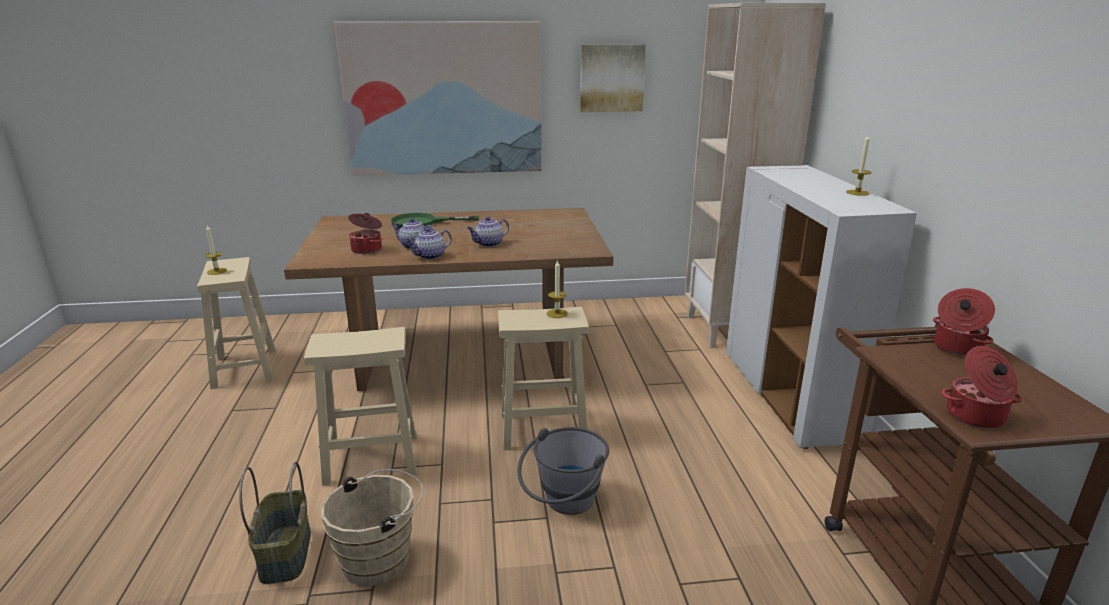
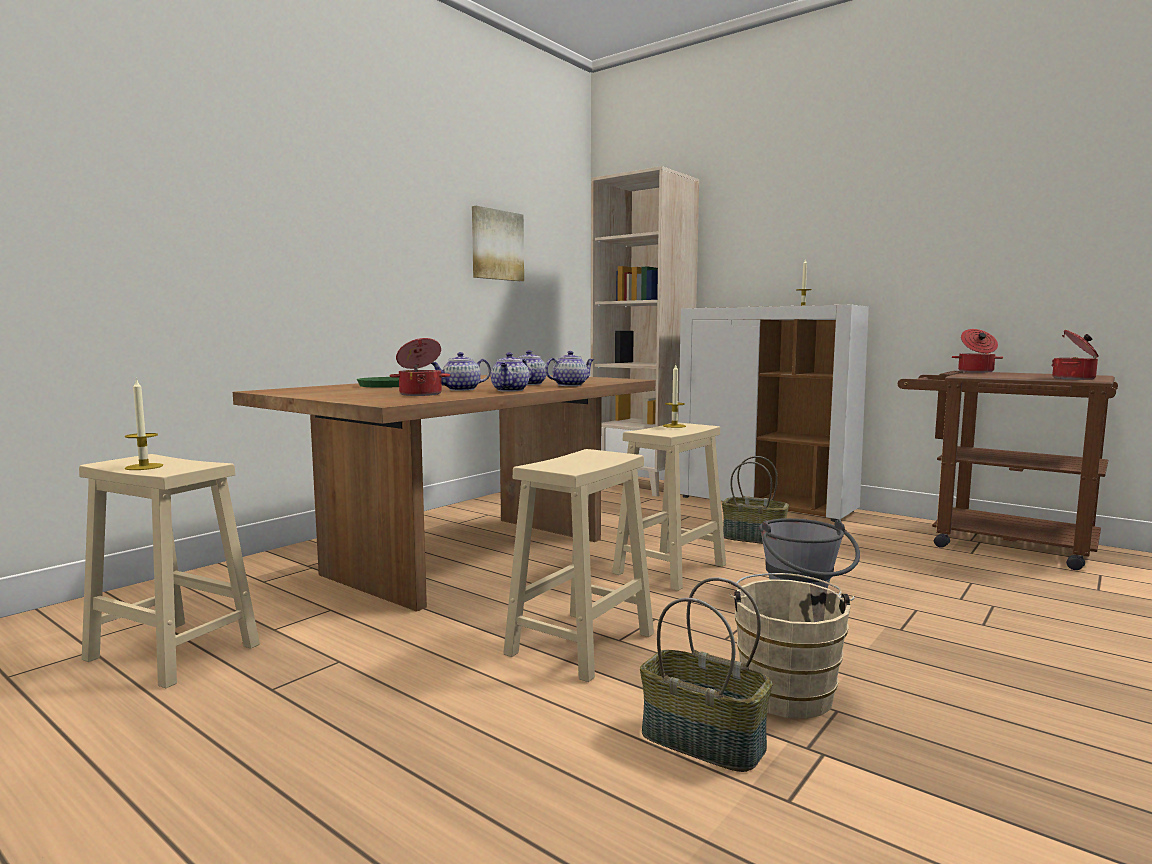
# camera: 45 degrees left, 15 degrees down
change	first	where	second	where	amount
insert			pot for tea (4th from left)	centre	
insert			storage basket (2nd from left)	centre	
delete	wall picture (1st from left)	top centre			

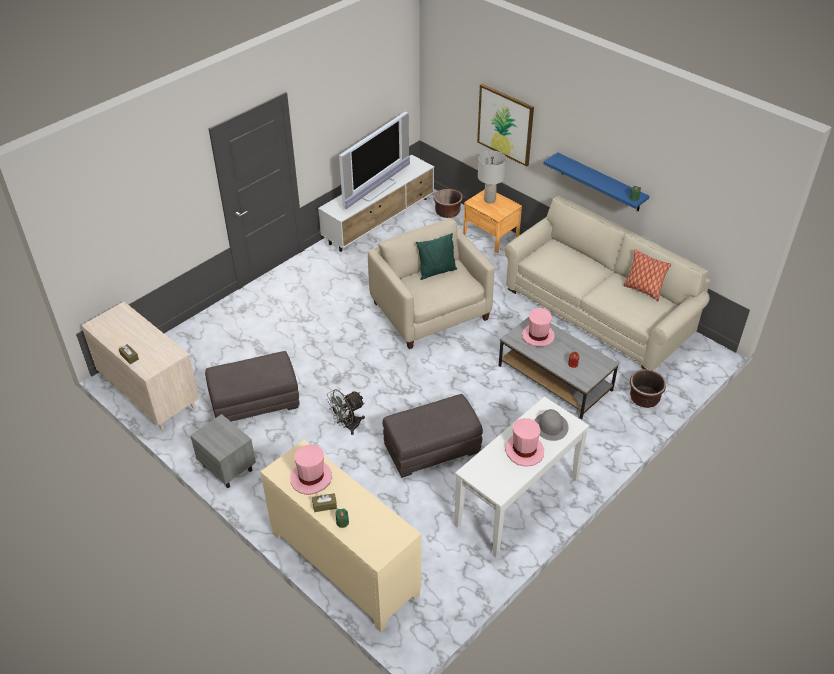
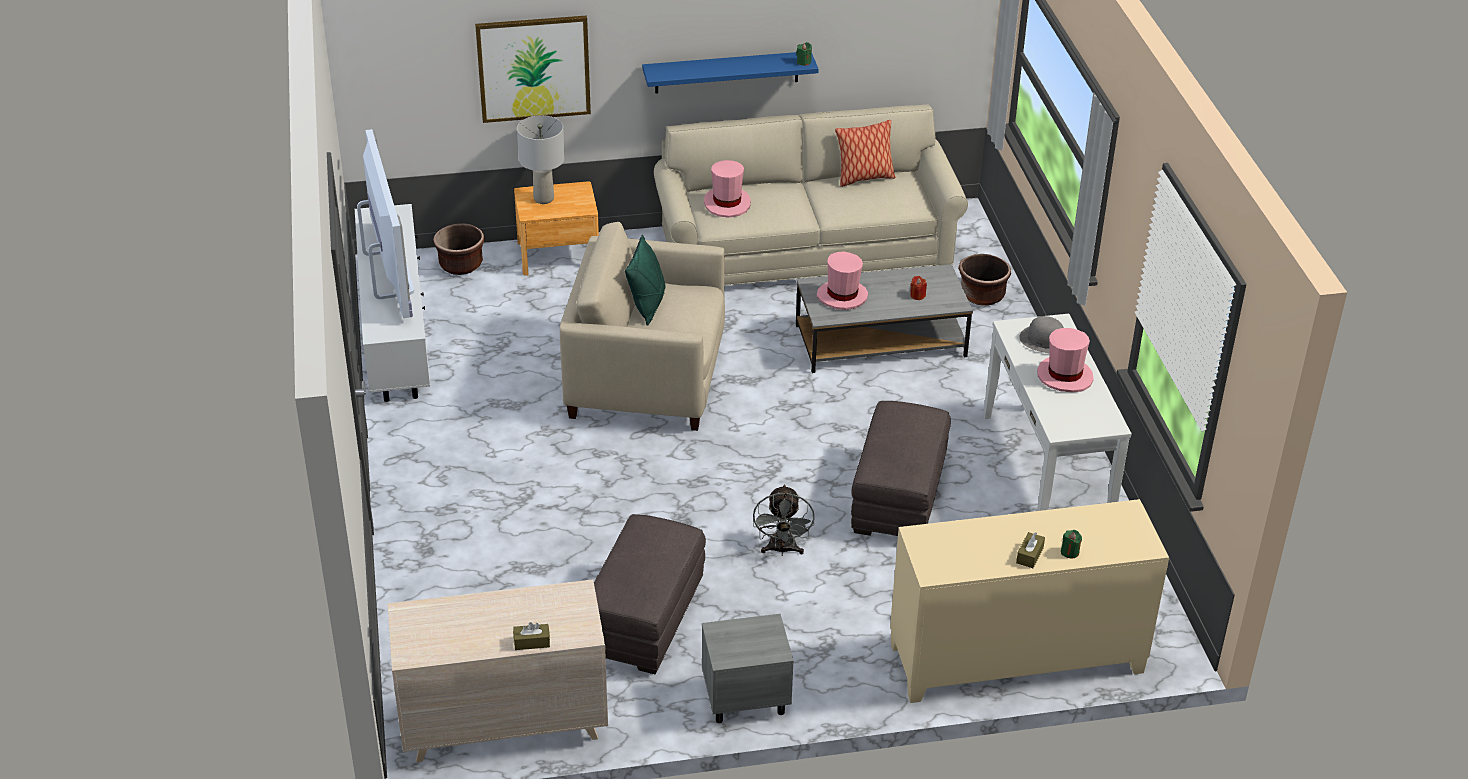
# camera: 55 degrees left, 5 degrees down
change	first	where	second	where	amount
move	pink-coloured hat (1st from left)	bottom centre		top centre	

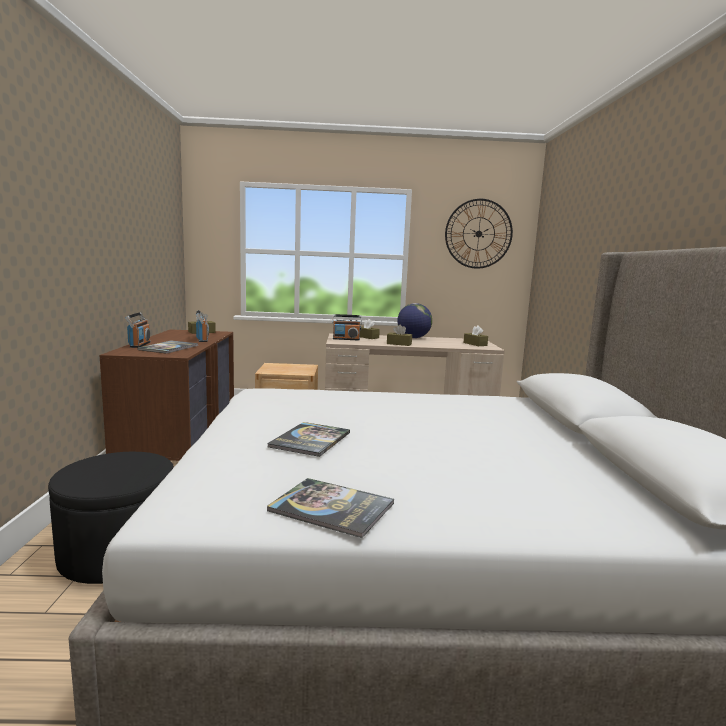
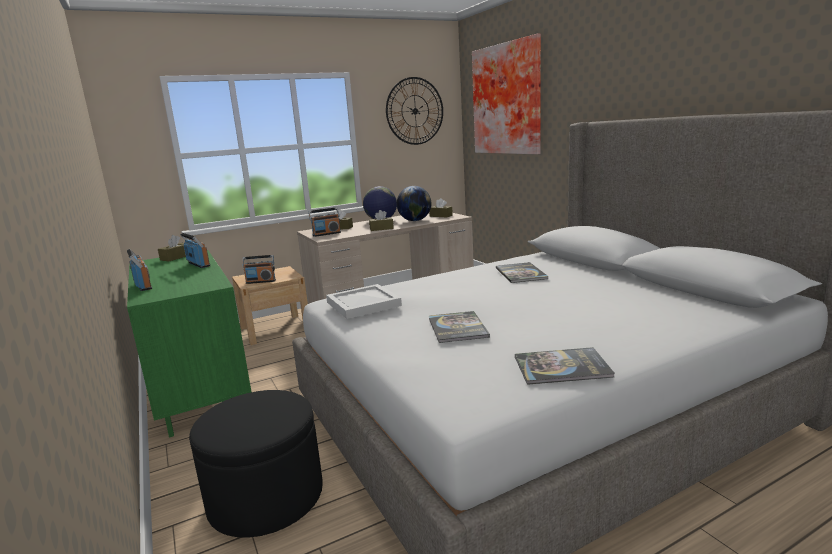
# camera: 25 degrees left, 5 degrees up
change	first	where	second	where	amount
recolor	brownish drawer chest	middle left	green-coloured drawer chest	middle left	
insert			radio receiver (3rd from left)	middle left	
insert			white tray	centre	
insert			globe (2nd from left)	centre	
insert			wall picture	top centre	
move	book (1st from left in the first image)	middle left	book (2nd from left)	centre	

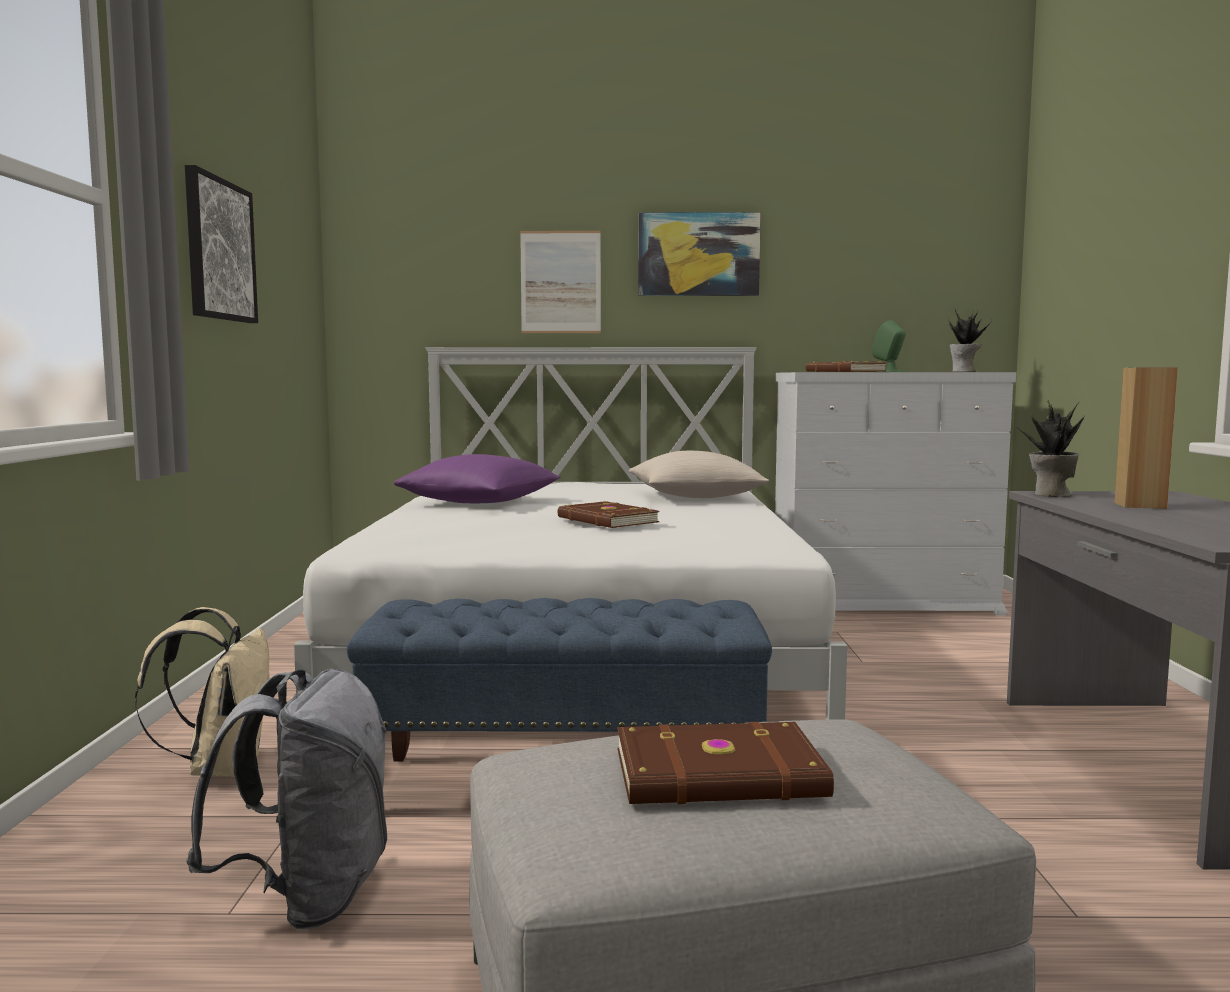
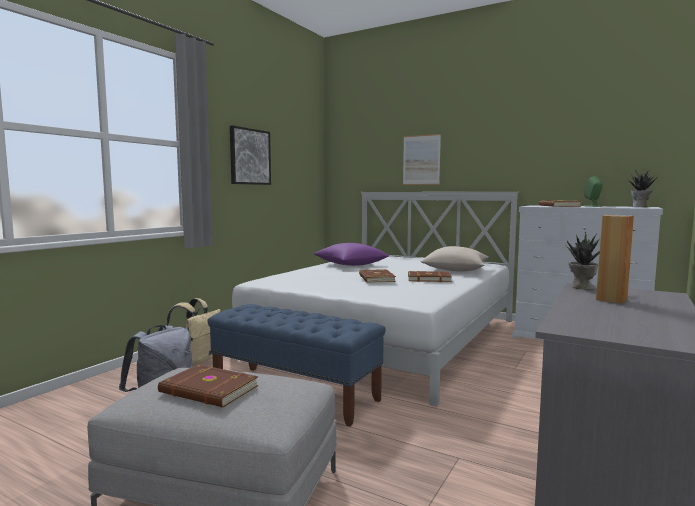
# camera: 30 degrees right, 0 degrees up
change	first	where	second	where	amount
insert			brownish book (3rd from left)	centre	
delete	wall picture (3rd from left)	top centre			

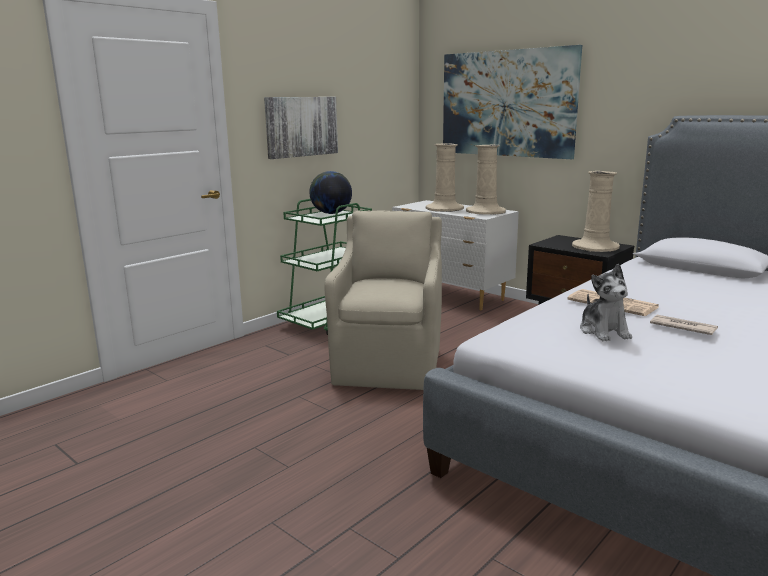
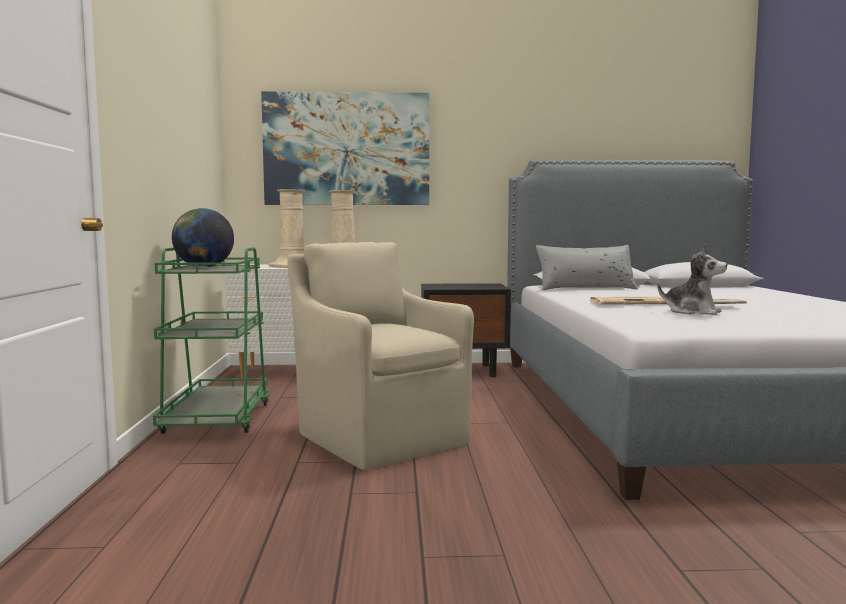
# camera: 45 degrees left, 10 degrees down
change	first	where	second	where	amount
insert			gray throw pillow	middle right	
delete	wall picture (1st from left)	top centre			
delete	beige vase (3rd from left)	middle right			

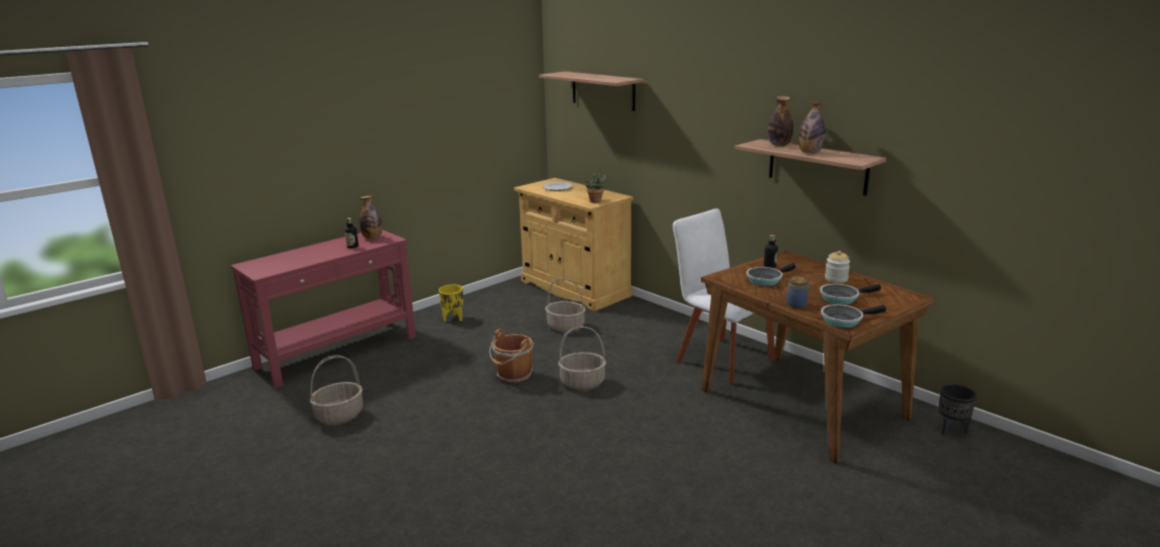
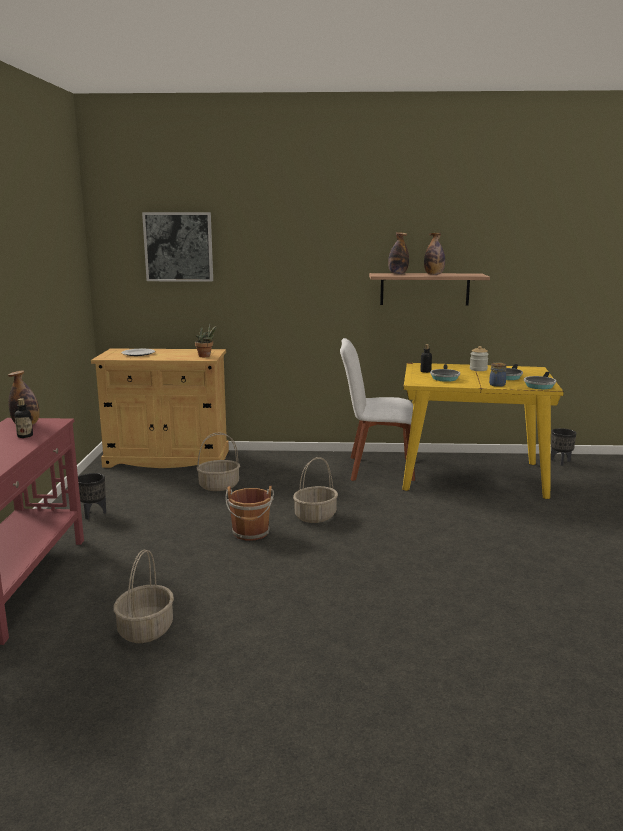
# camera: 45 degrees left, 5 degrees down
change	first	where	second	where	amount
recolor	yellow planter	centre	black-coloured planter (1st from left)	middle left	
replace	wall shelf (1st from left)	top centre	wall picture	top left	
recolor	brownish dining table	middle right	yellow dining table	middle right	

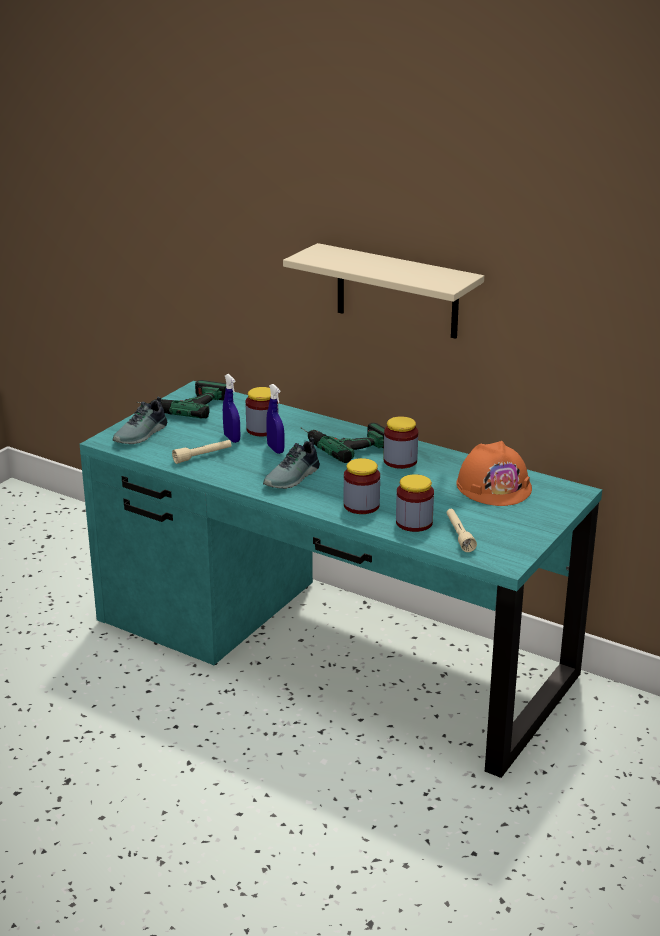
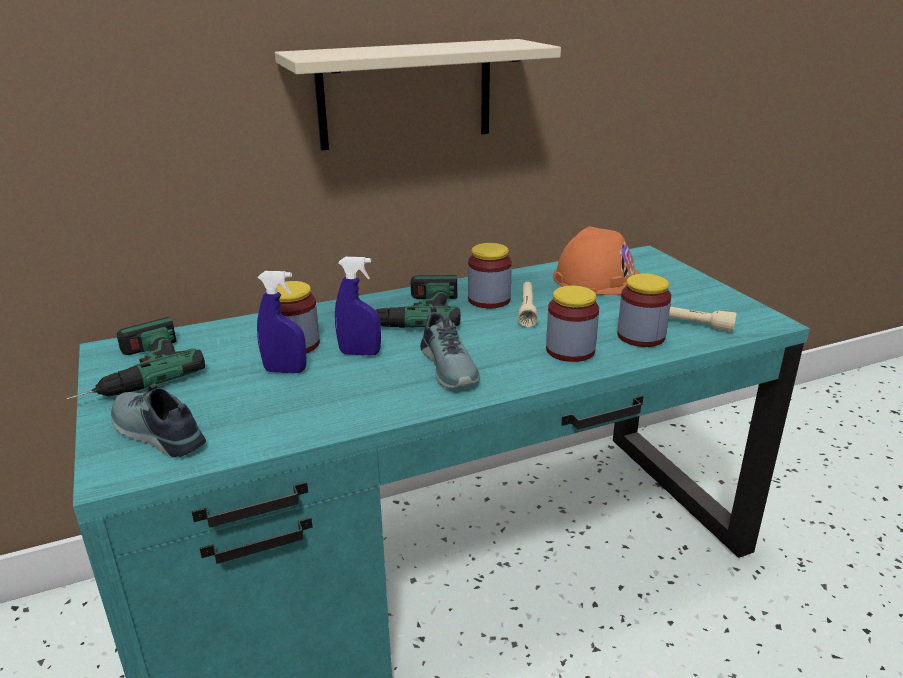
# camera: 55 degrees left, 0 degrees up
change	first	where	second	where	amount
rotate	shoe (1st from left)	middle left		middle left	150 degrees clockwise
move	beige hand torch (1st from left)	middle left		centre	

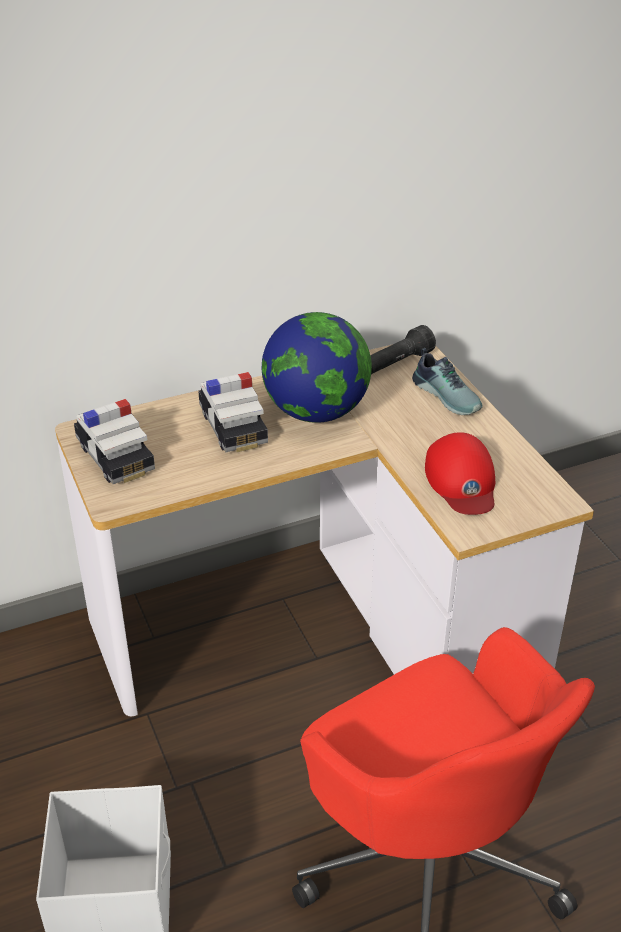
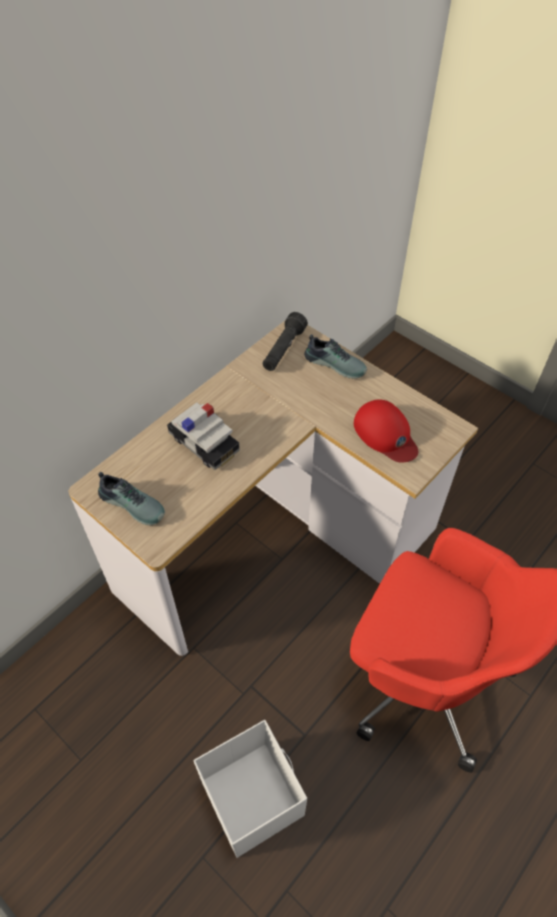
# camera: 25 degrees left, 15 degrees up
change	first	where	second	where	amount
replace	model car (1st from left)	middle left	shoe (1st from left)	middle left	
delete	globe	centre			

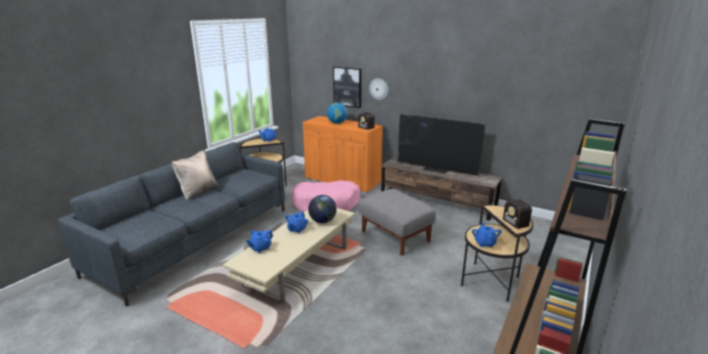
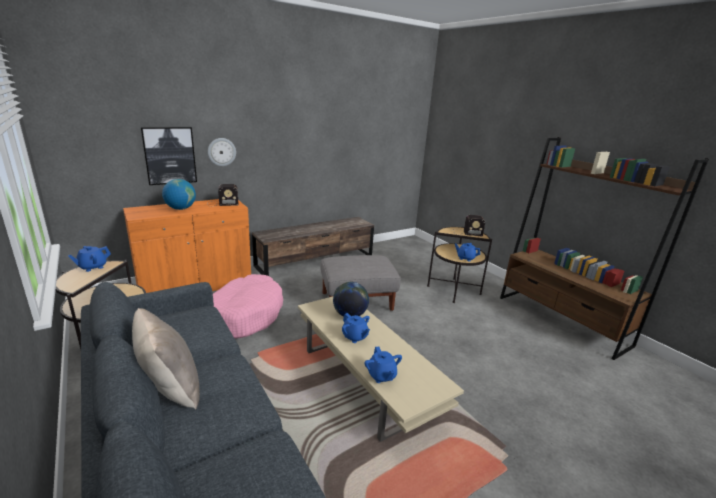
# camera: 65 degrees left, 0 degrees up
change	first	where	second	where	amount
delete	television	centre			

